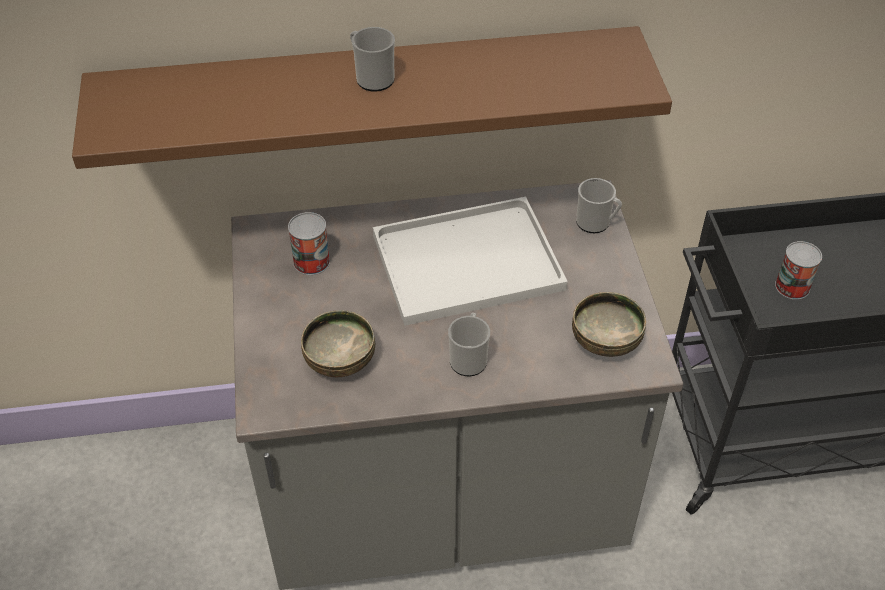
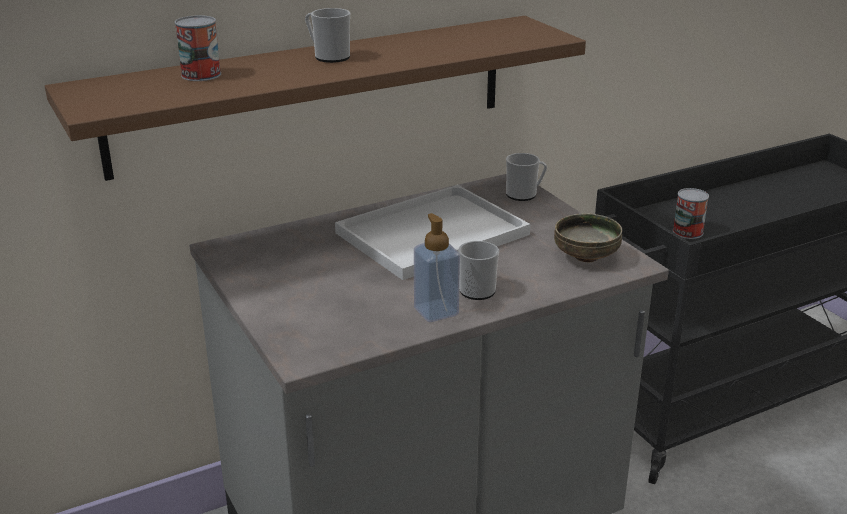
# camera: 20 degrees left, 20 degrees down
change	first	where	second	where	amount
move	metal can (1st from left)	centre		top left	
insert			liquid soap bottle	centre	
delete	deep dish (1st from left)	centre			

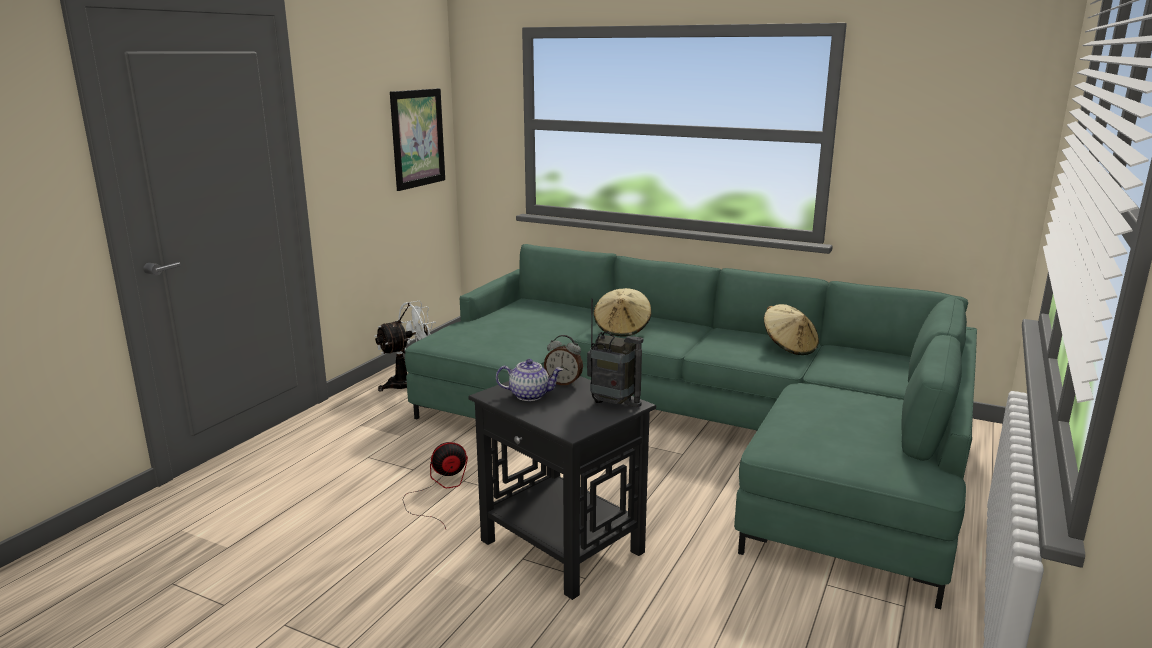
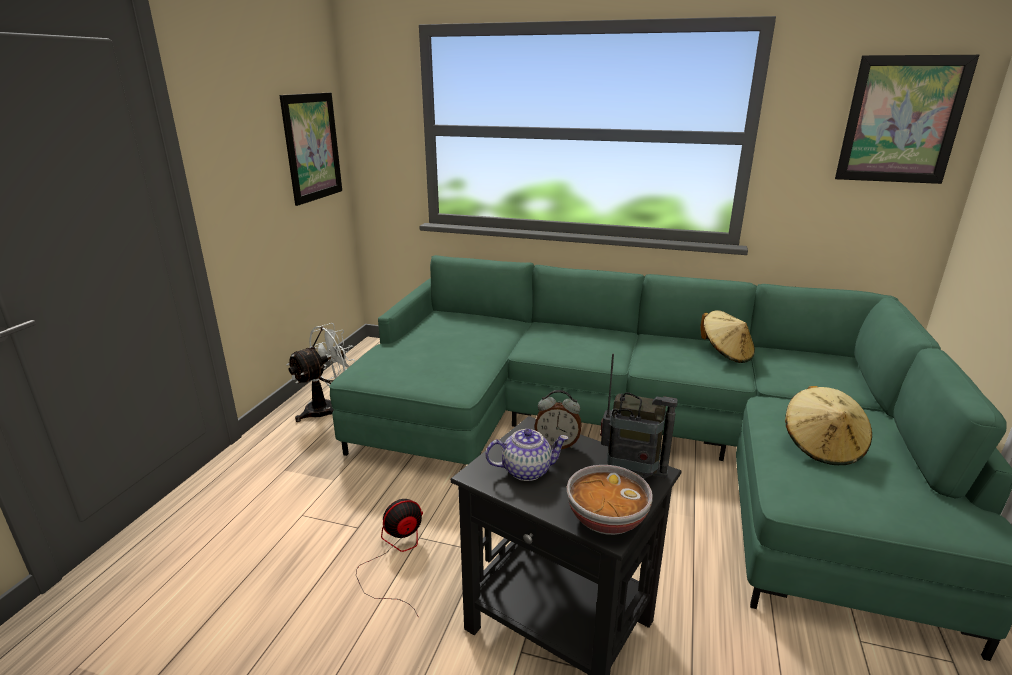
# camera: 10 degrees left, 5 degrees up
change	first	where	second	where	amount
insert			deep dish	bottom centre	
move	beige hat (1st from left in the first image)	centre	beige hat (2nd from left)	middle right	
insert			wall picture (2nd from left)	top right	

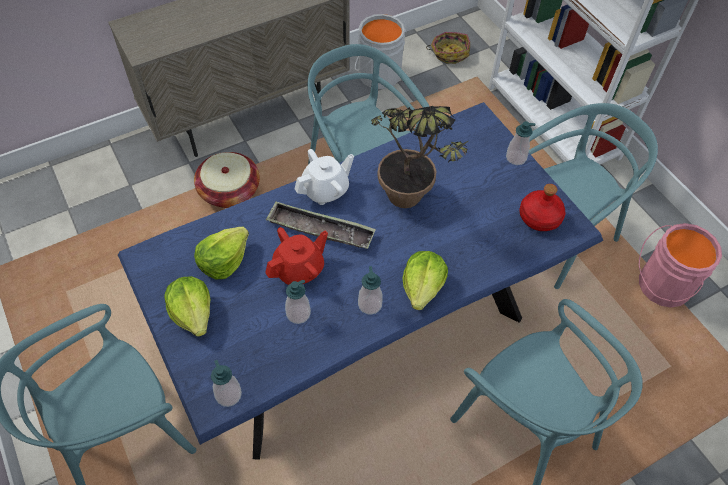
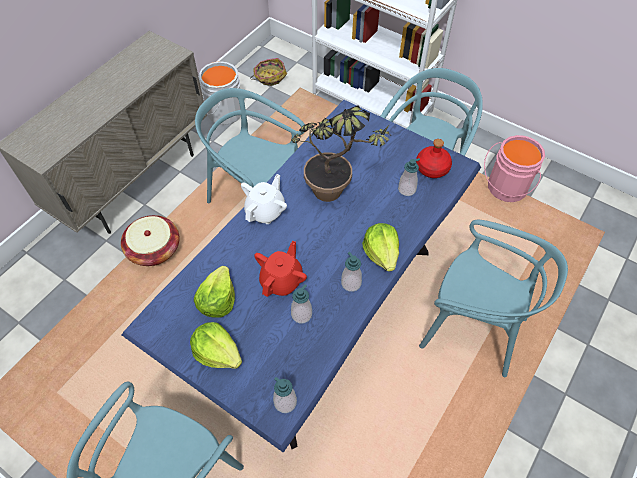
# camera: 25 degrees left, 0 degrees up
change	first	where	second	where	amount
move	liquid soap bottle (4th from left)	top right		centre	
delete	tray	centre			

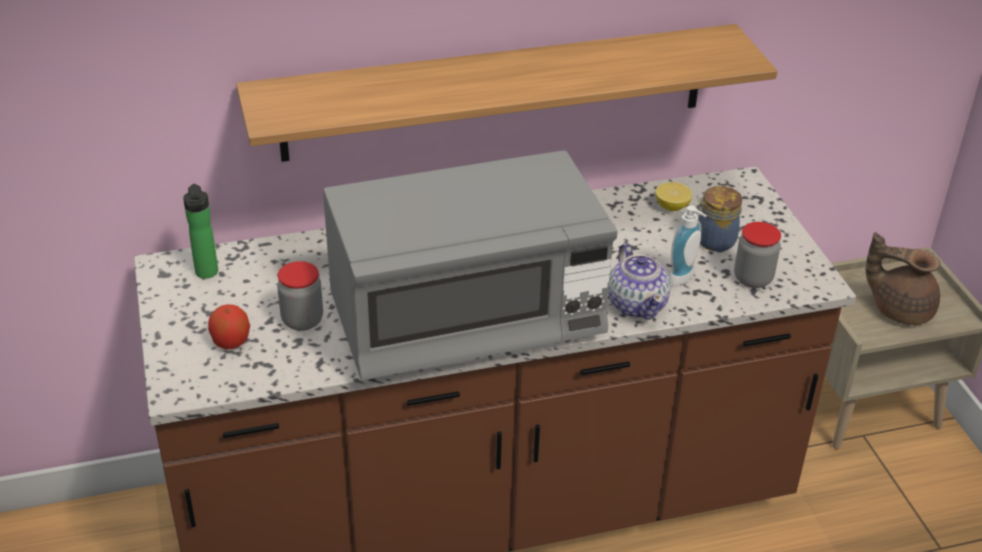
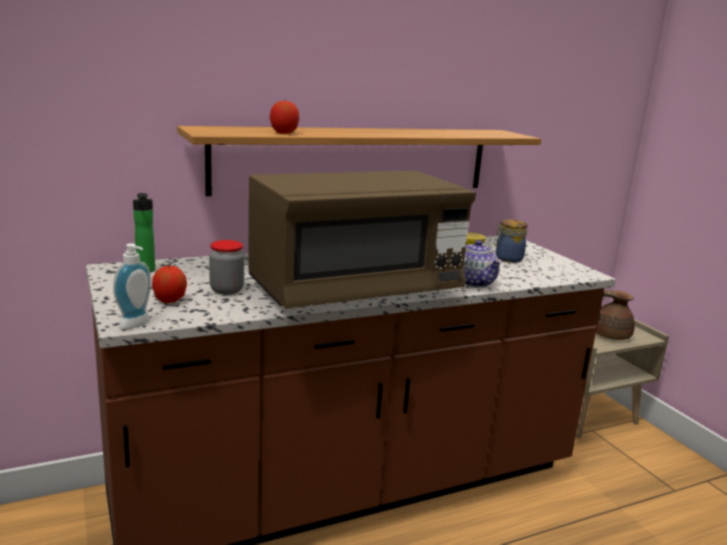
# camera: 10 degrees left, 20 degrees down
change	first	where	second	where	amount
move	liquid soap bottle	middle right		middle left	
recolor	gray kitchen microwave	centre	brownish kitchen microwave	centre	
insert			apple fruit (2nd from left)	top centre	
delete	preserve jar (3rd from left)	middle right			

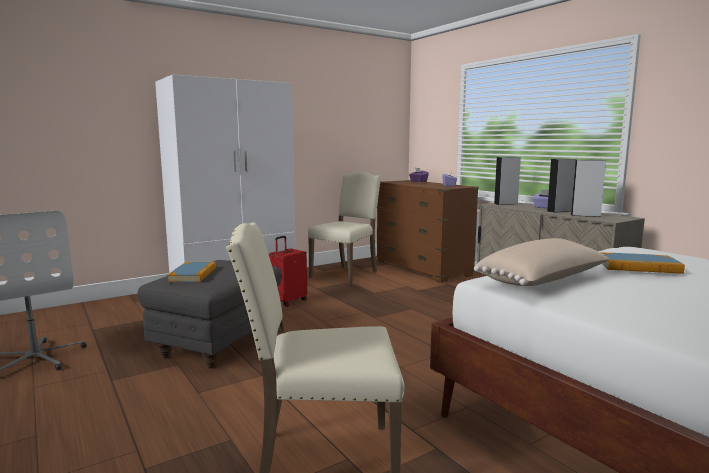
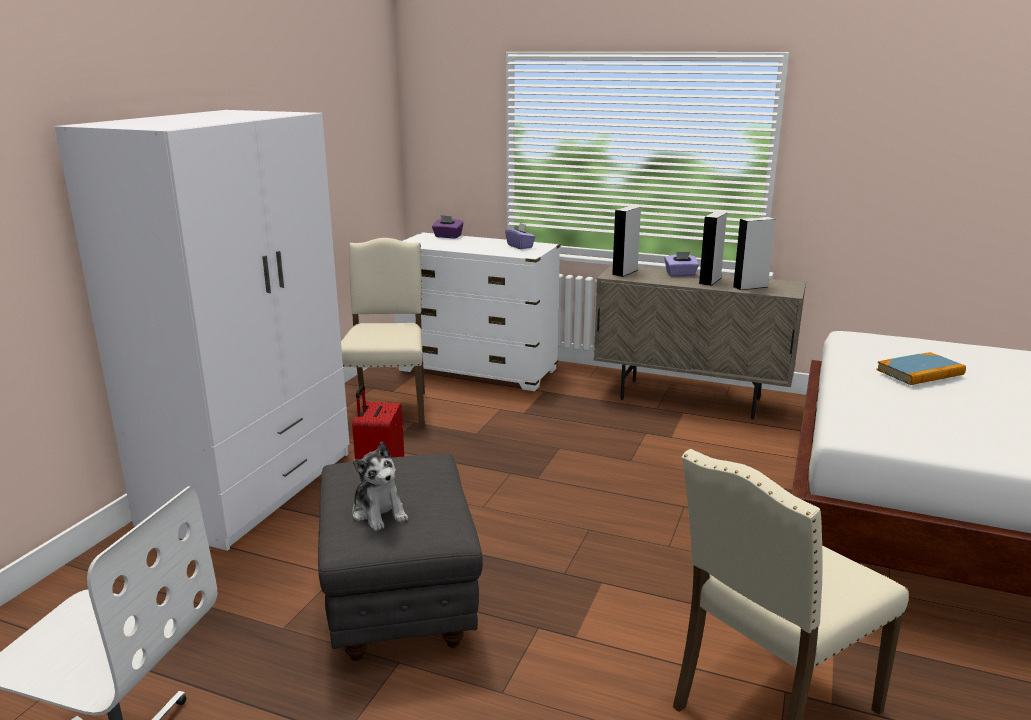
# camera: 35 degrees left, 10 degrees up
change	first	where	second	where	amount
replace	book (1st from left)	middle left	soft toy	bottom centre	
recolor	brownish drawer chest	centre	white drawer chest	centre	
delete	beige throw pillow	middle right			

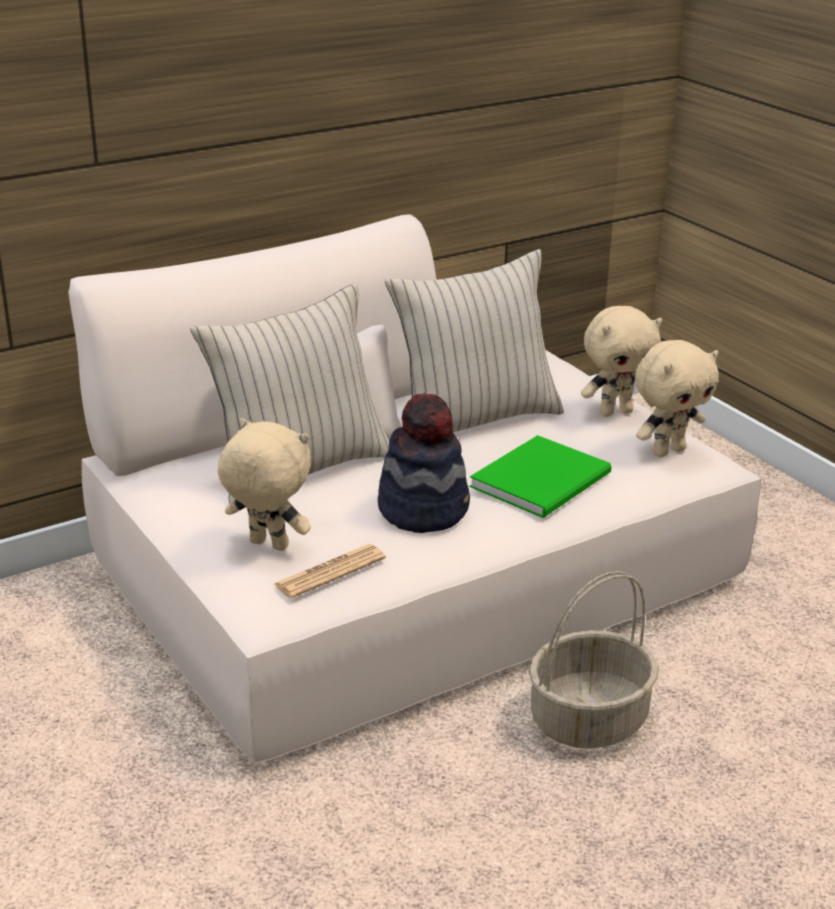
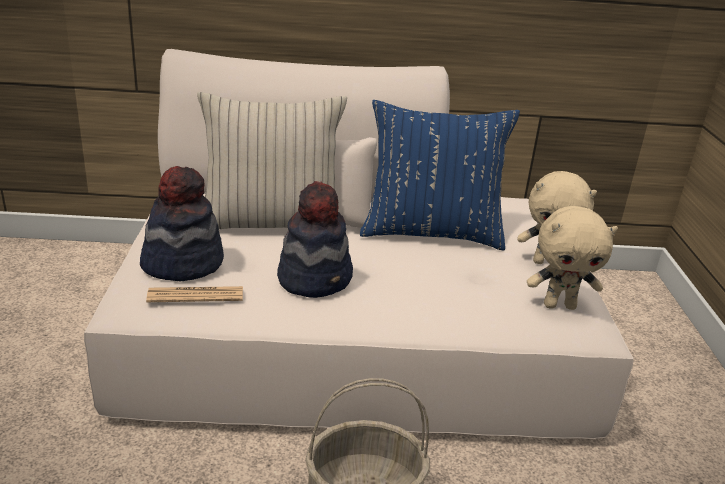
# camera: 30 degrees right, 0 degrees up
change	first	where	second	where	amount
replace	beige soft toy (1st from left)	middle left	hat (1st from left)	middle left	
recolor	beige throw pillow (2nd from left)	centre	blue throw pillow	centre	
delete	green-coloured book	centre			

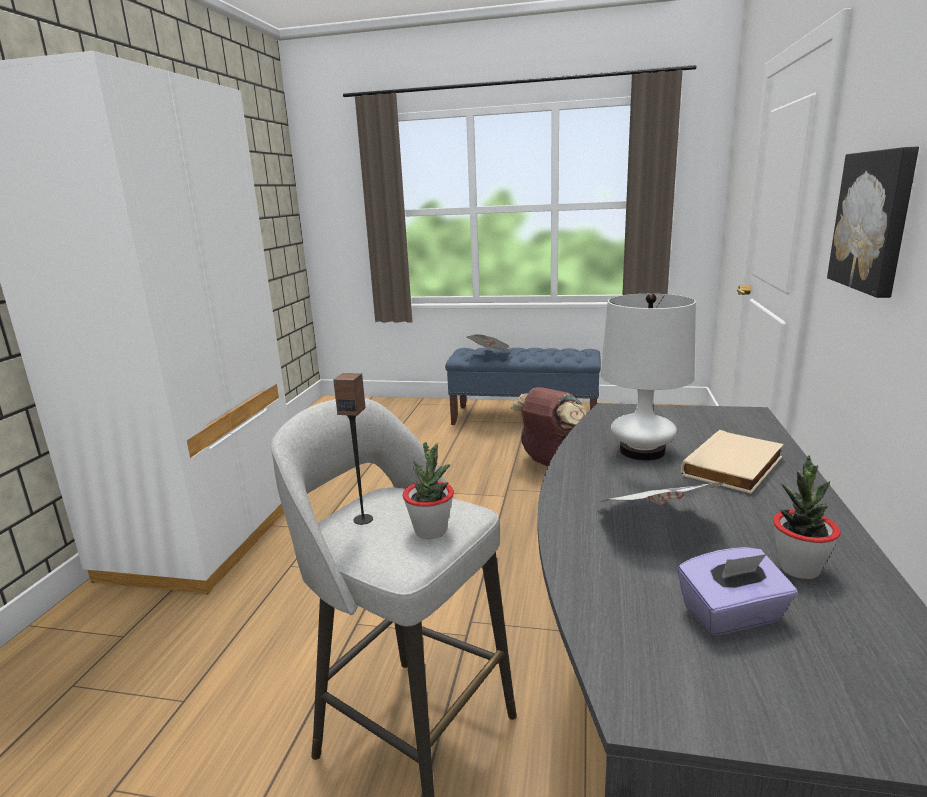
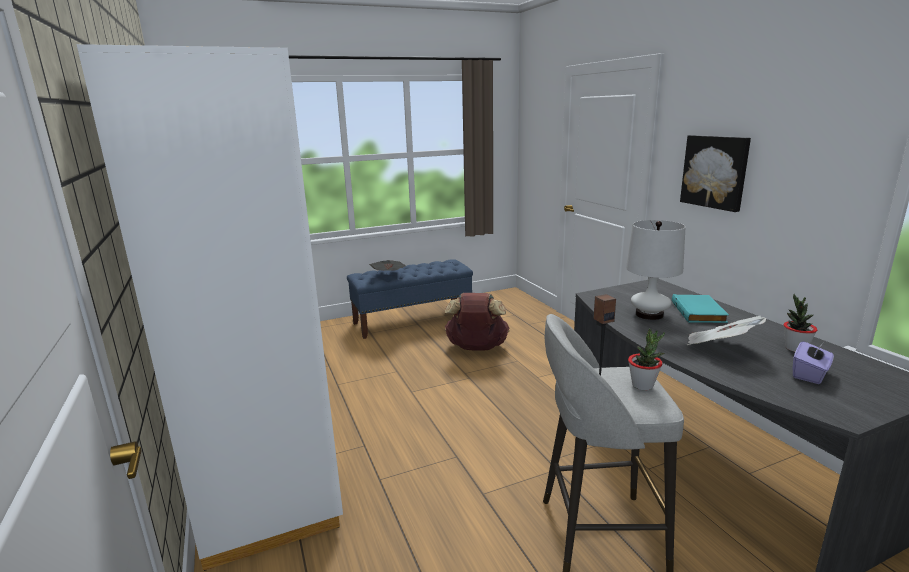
# camera: 35 degrees left, 0 degrees up
change	first	where	second	where	amount
recolor	beige book	middle right	blue-green book	middle right	

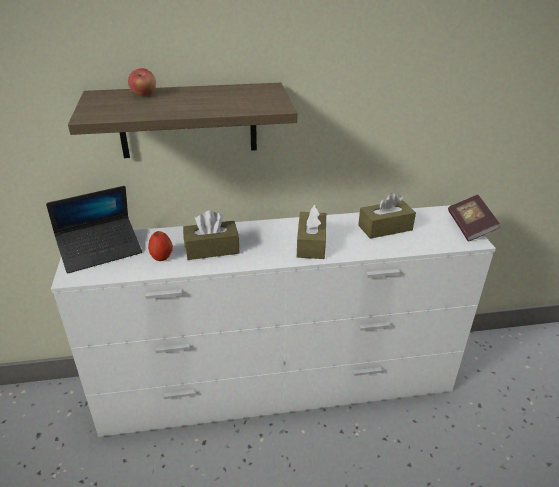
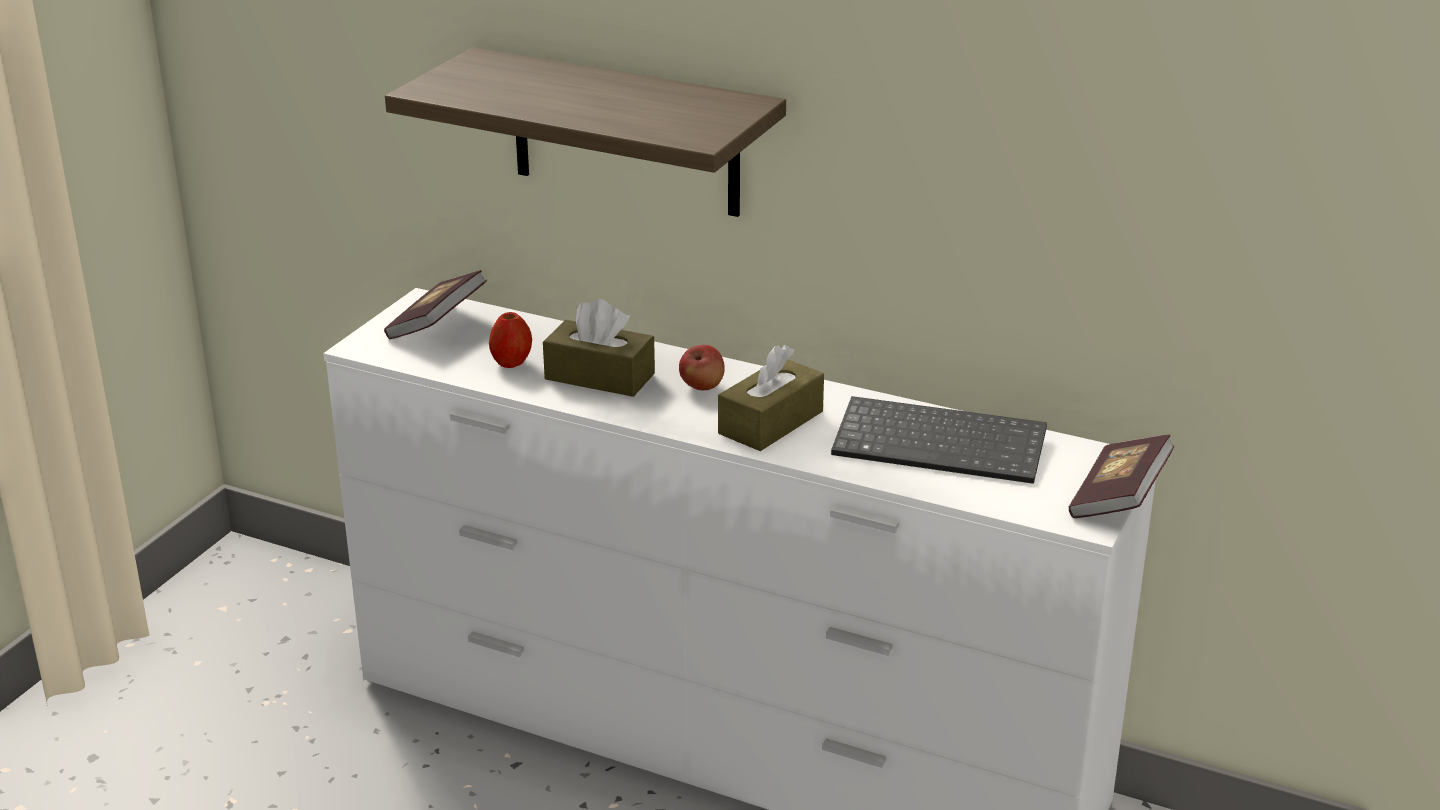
# camera: 35 degrees right, 5 degrees down
change	first	where	second	where	amount
replace	portable computer	middle left	book (1st from left)	middle left	
move	apple fruit (1st from left in the first image)	top left	apple fruit (2nd from left)	centre	
replace	brownish tissue holder (3rd from left)	middle right	keyboard	centre	

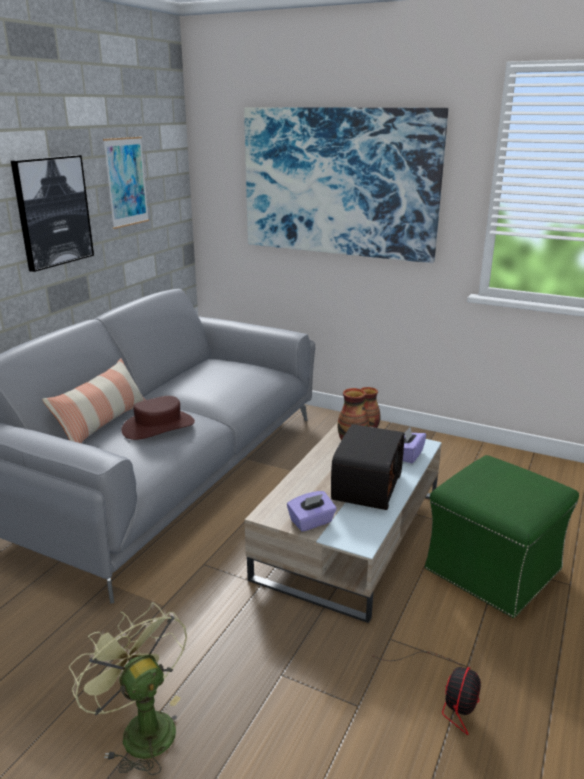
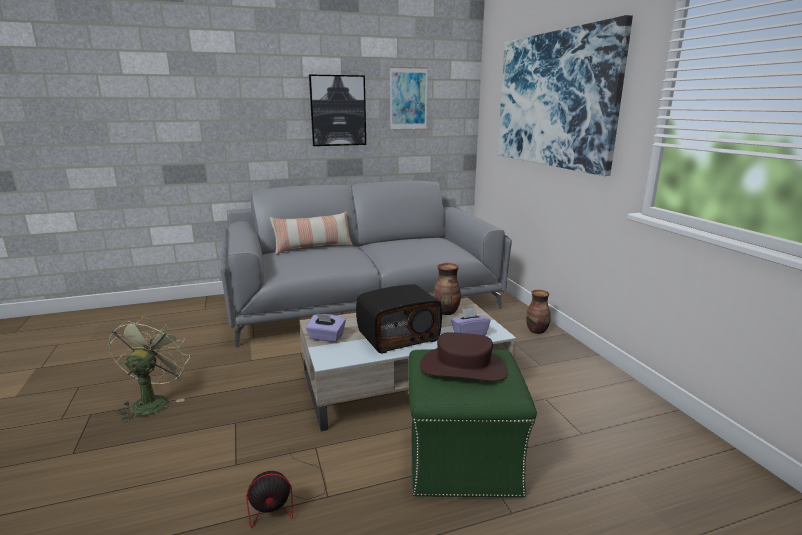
# camera: 45 degrees right, 5 degrees down
change	first	where	second	where	amount
move	brownish hat	middle left		centre	

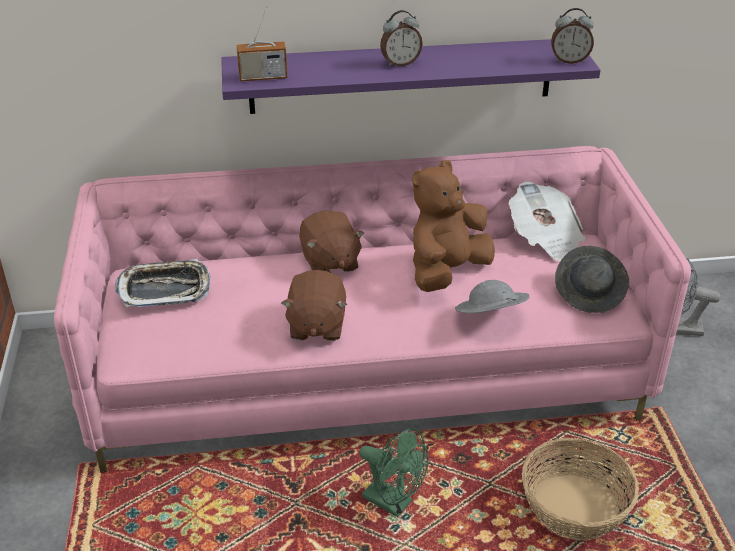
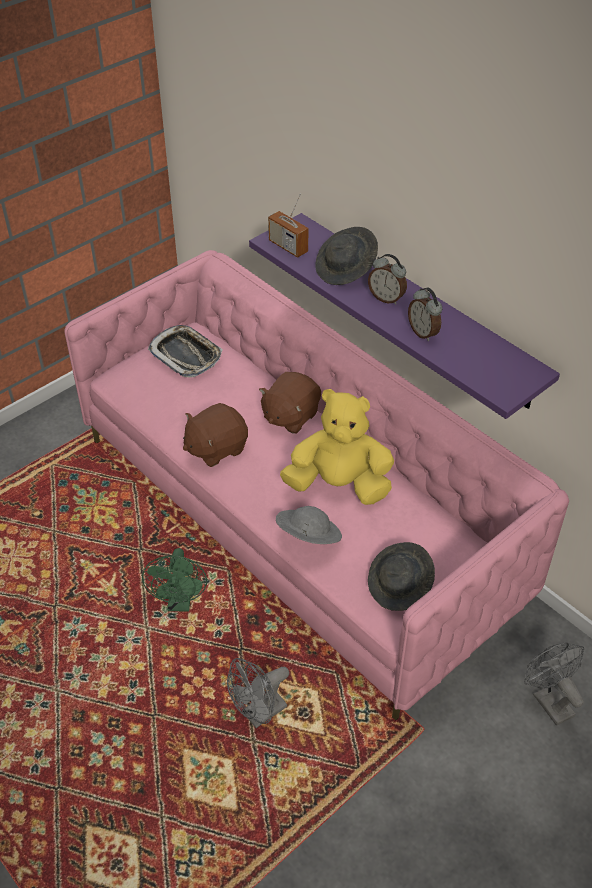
# camera: 55 degrees right, 10 degrees up
change	first	where	second	where	amount
replace	storage basket	bottom right	gray electric fan (1st from left)	bottom centre	
recolor	brownish soft toy (3rd from left)	centre	yellow soft toy	centre	
insert			gray hat (2nd from left)	top centre	
move	table clock (2nd from left)	top right		middle right	
delete	daily paper	middle right			

